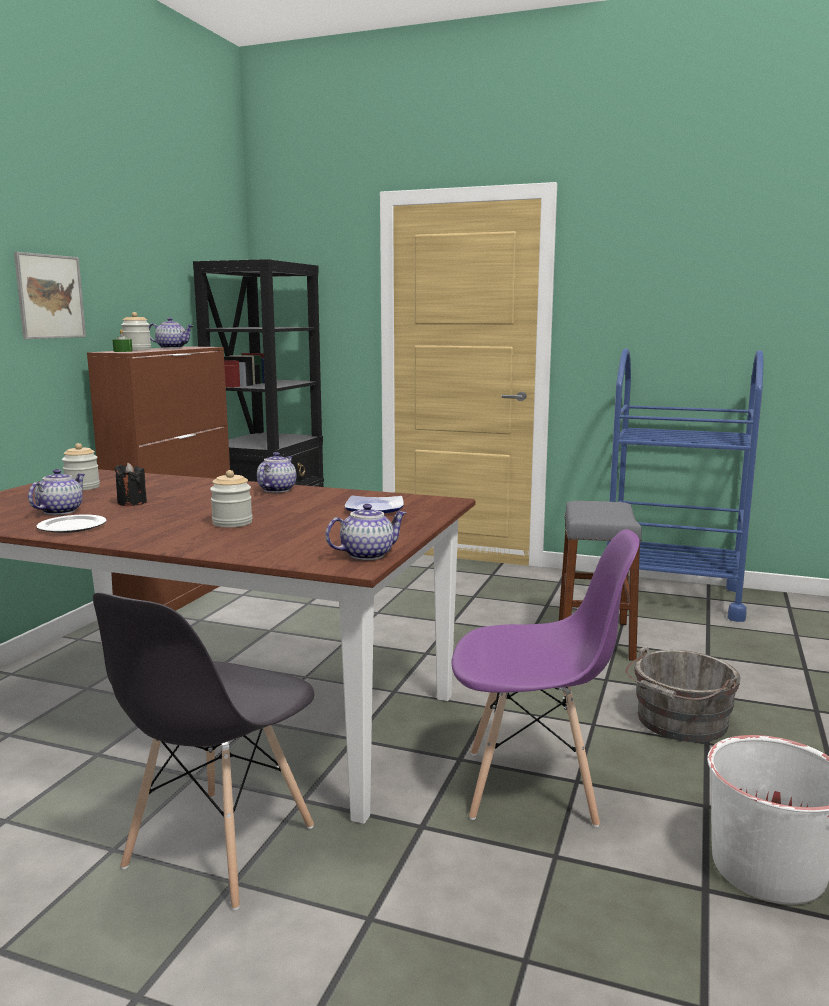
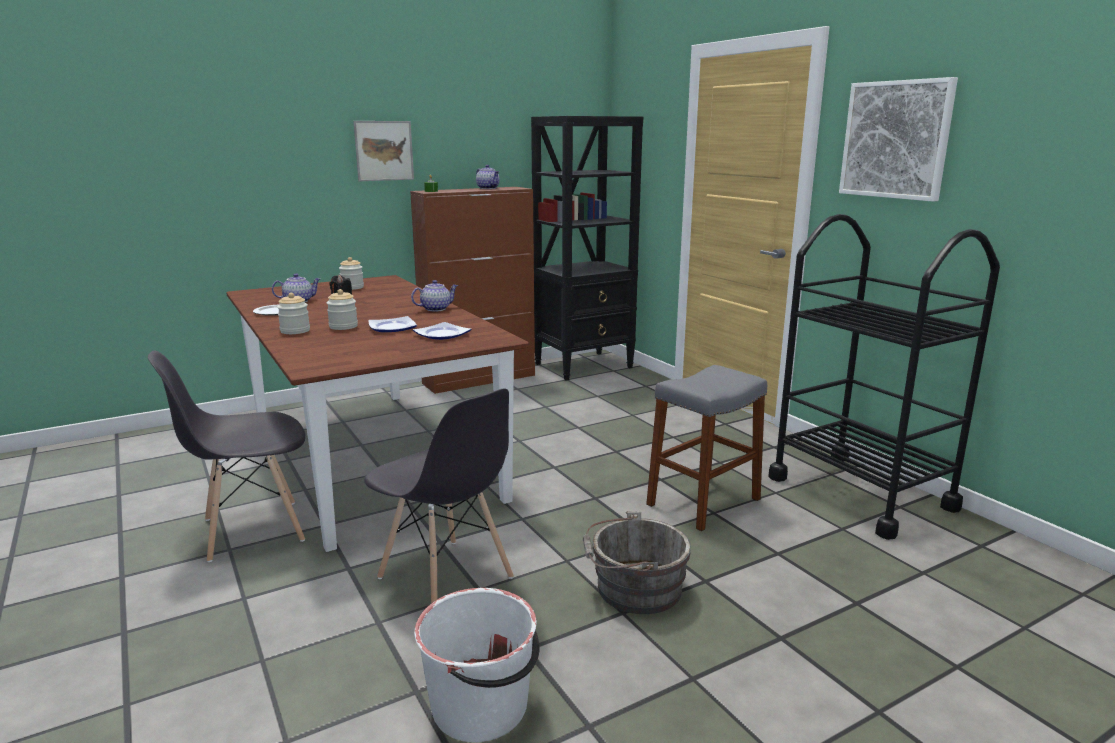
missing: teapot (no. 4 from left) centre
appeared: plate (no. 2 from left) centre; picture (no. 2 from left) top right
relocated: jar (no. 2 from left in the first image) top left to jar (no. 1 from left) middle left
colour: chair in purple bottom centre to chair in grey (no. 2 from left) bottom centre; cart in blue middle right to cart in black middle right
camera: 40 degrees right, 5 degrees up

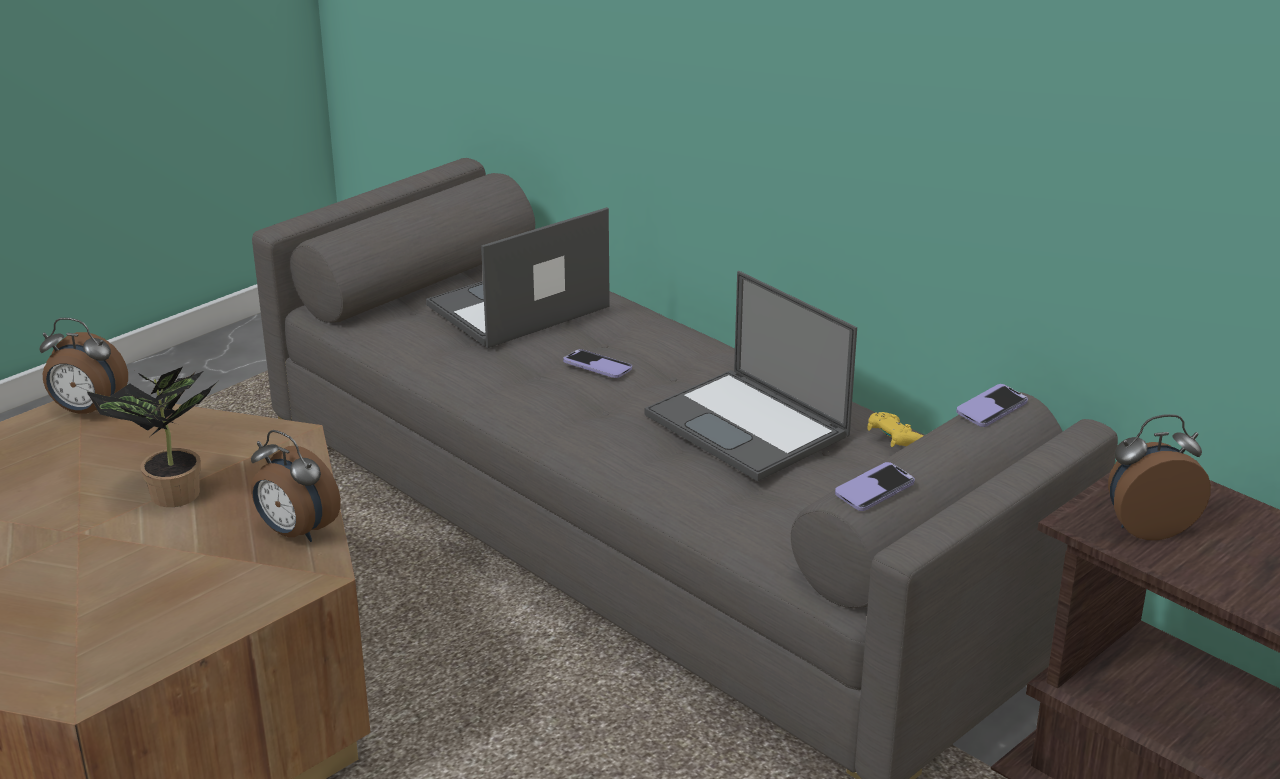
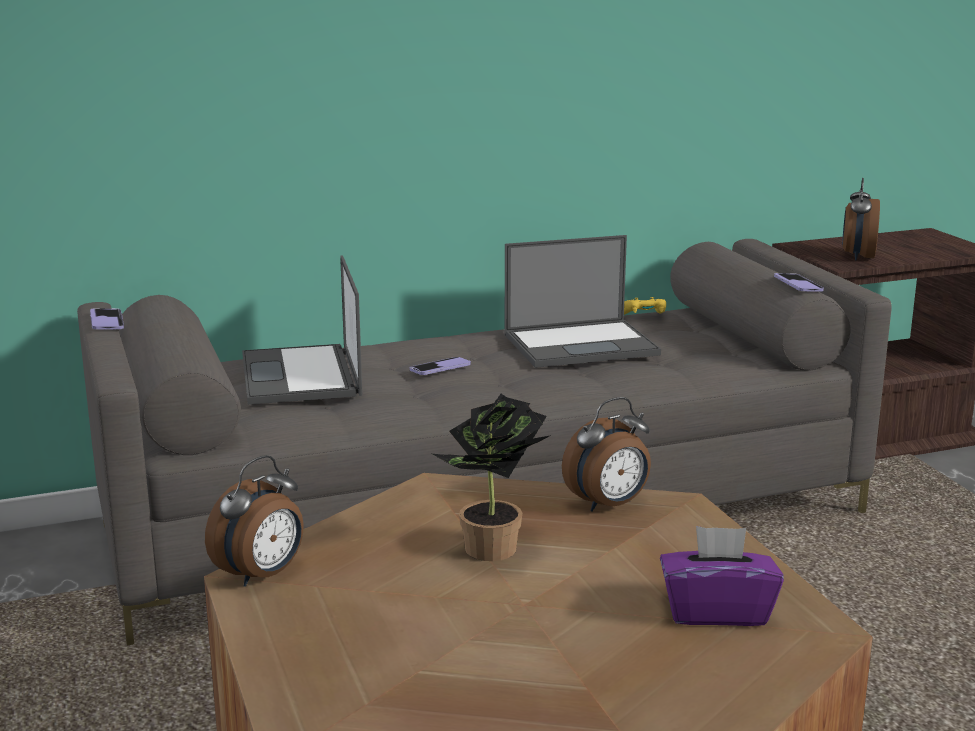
appeared: tissue box in purple bottom right
relocated: phone (no. 3 from left in the first image) middle right to phone (no. 1 from left) middle left
camera: 65 degrees left, 10 degrees down

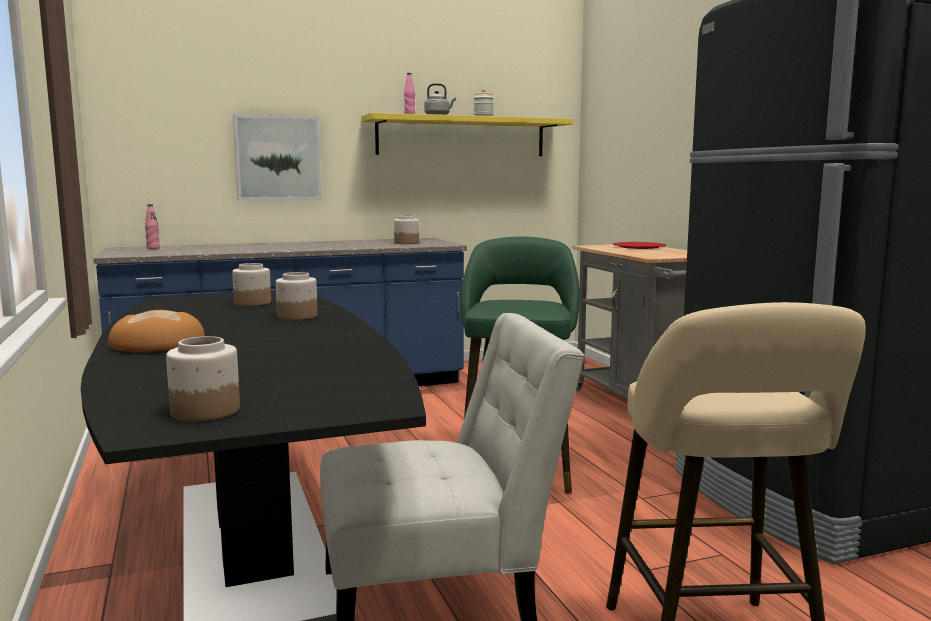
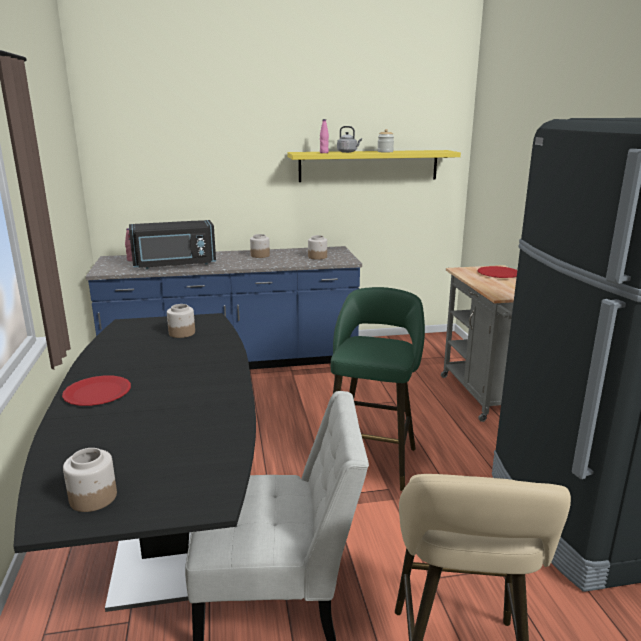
missing: picture top left
appeared: microwave in black middle left
relocated: jar (no. 3 from left) middle left to centre
exchanged: bread middle left to plate in red (no. 1 from left) middle left
camera: 10 degrees right, 10 degrees up

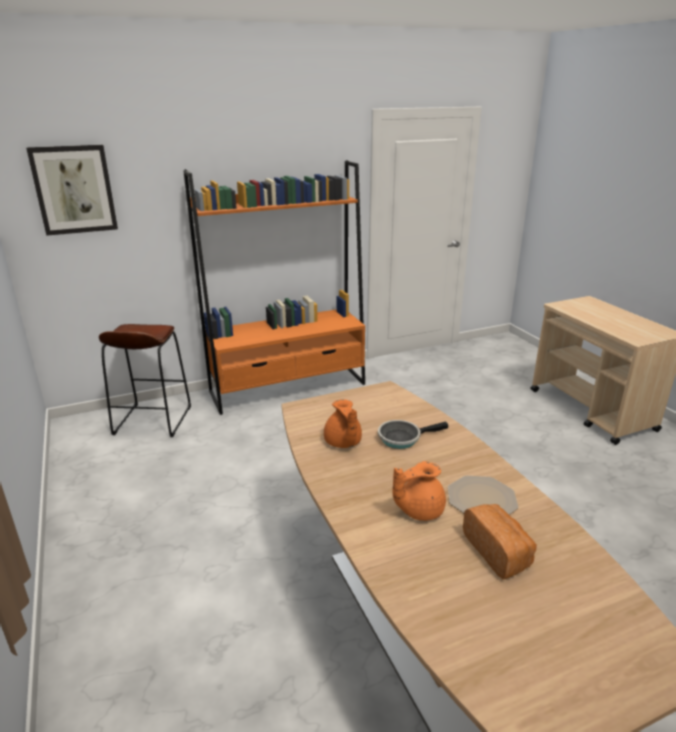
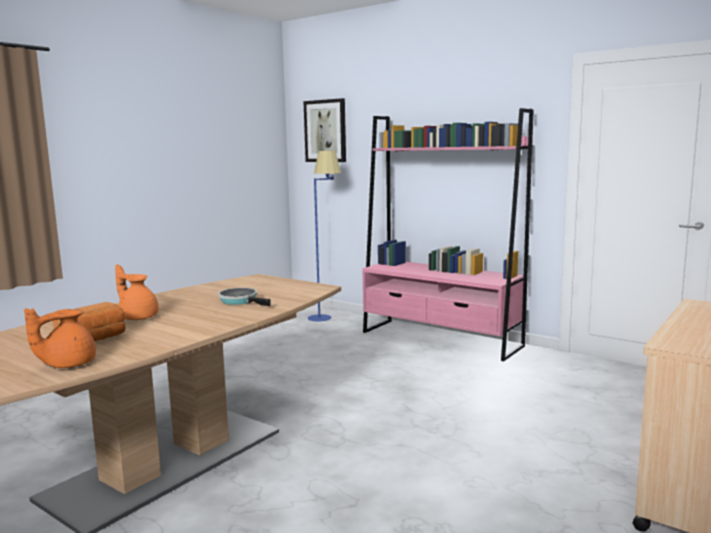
missing: plate bottom right
relocated: teapot in orange (no. 1 from left) centre to middle left
exchanged: stool in brown middle left to floor lamp in blue centre
colour: bookcase in orange centre to bookcase in pink centre
camera: 60 degrees right, 15 degrees down

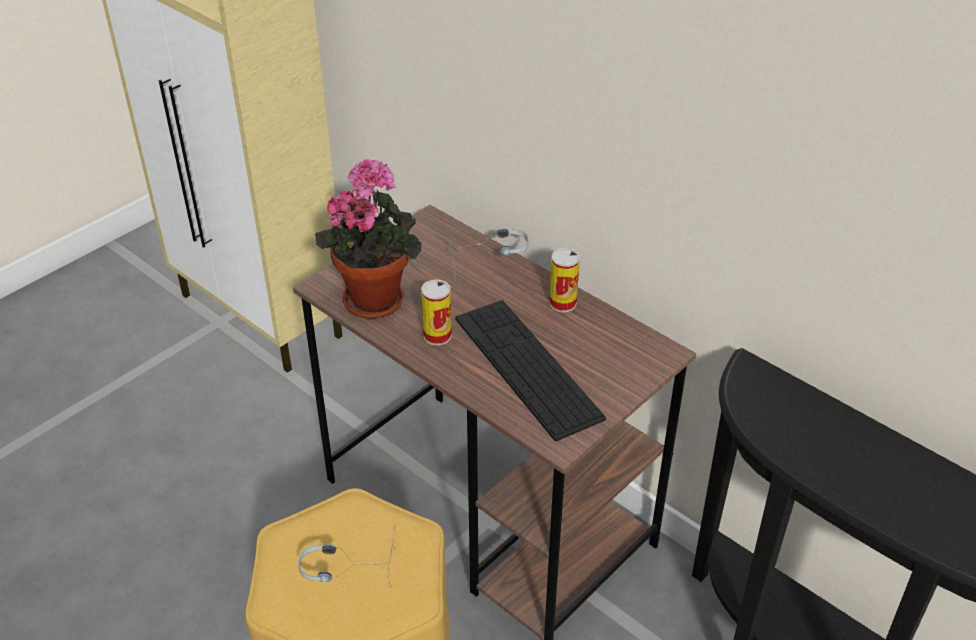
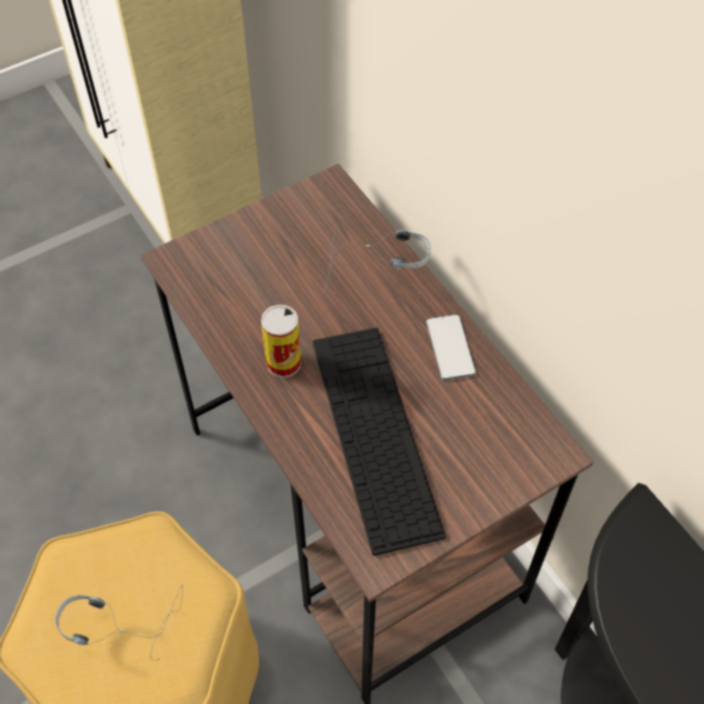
missing: potted plant centre
exchanged: can (no. 2 from left) centre to phone centre
camera: 15 degrees right, 15 degrees up

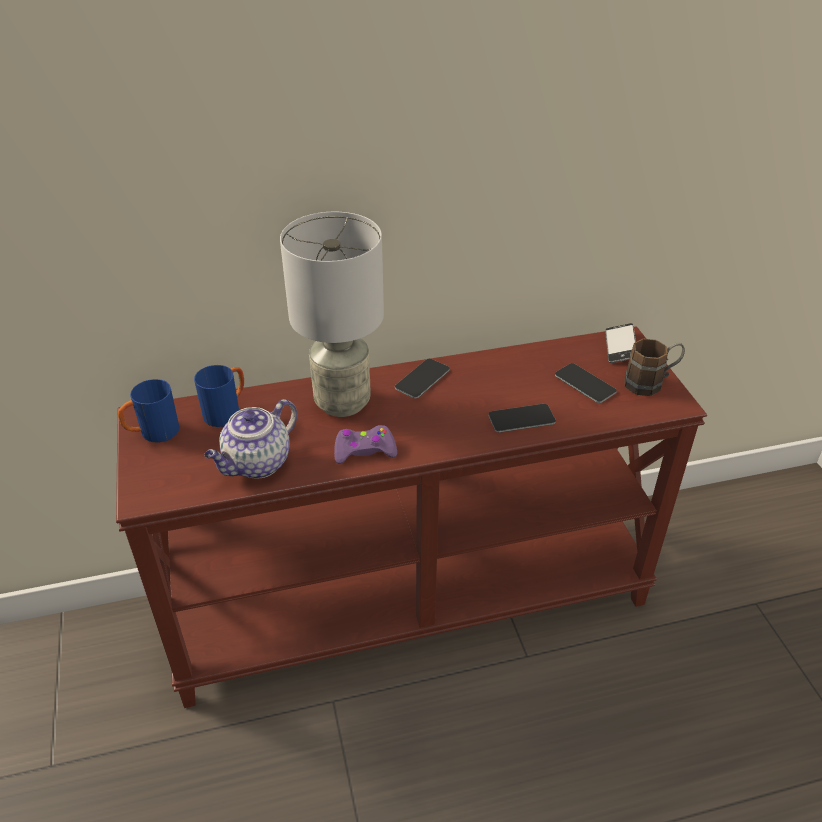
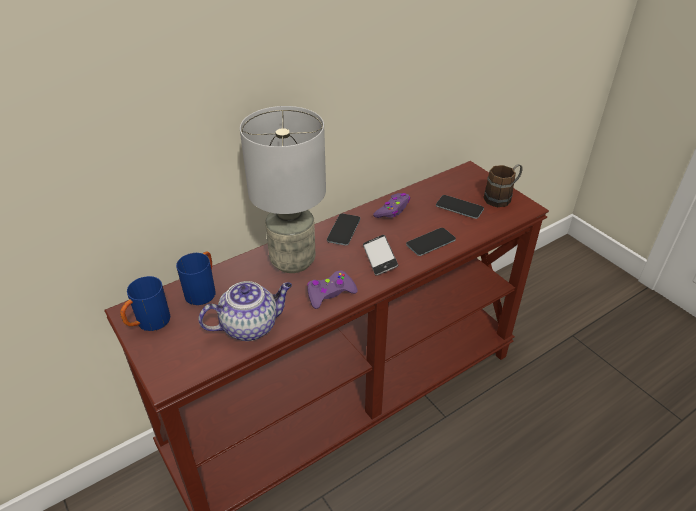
appeared: game controller in purple (no. 2 from left) centre
relocated: phone (no. 4 from left in the first image) middle right to phone (no. 2 from left) centre
spun: teapot middle left = centre 135 degrees counterclockwise
camera: 20 degrees left, 0 degrees up

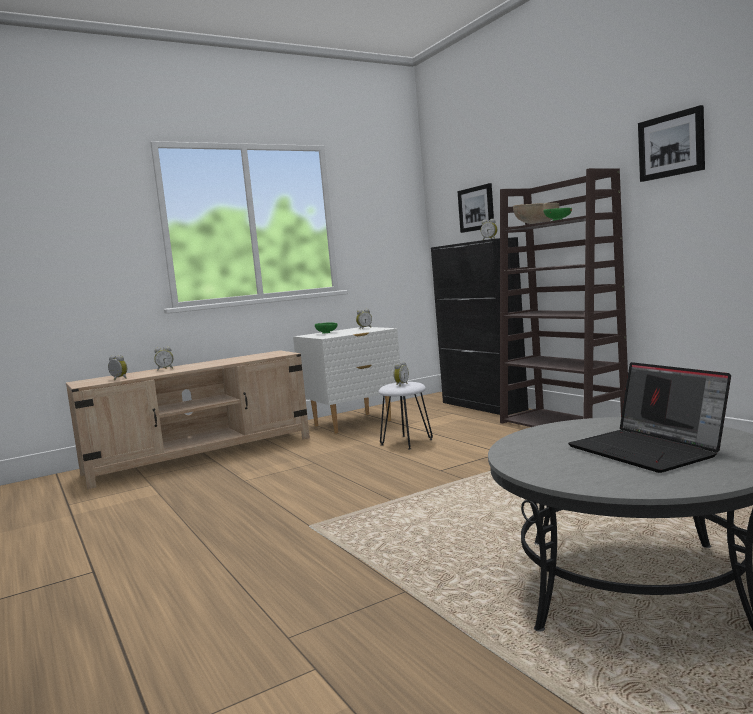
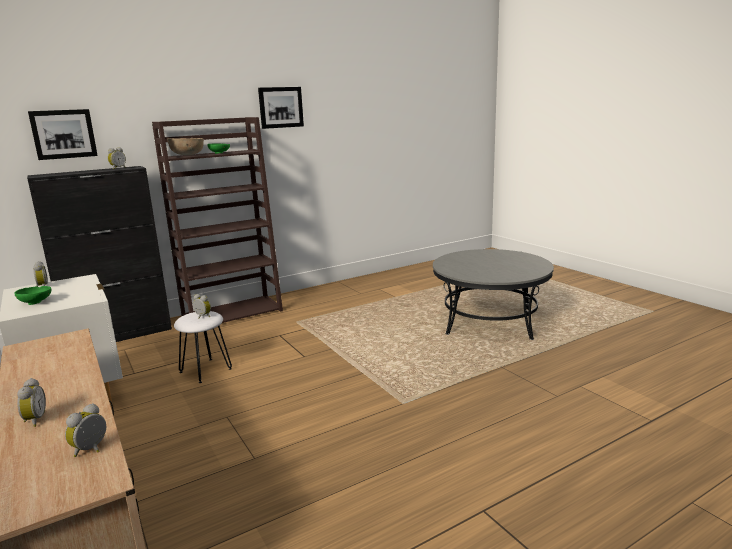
missing: laptop middle right
camera: 90 degrees left, 10 degrees up

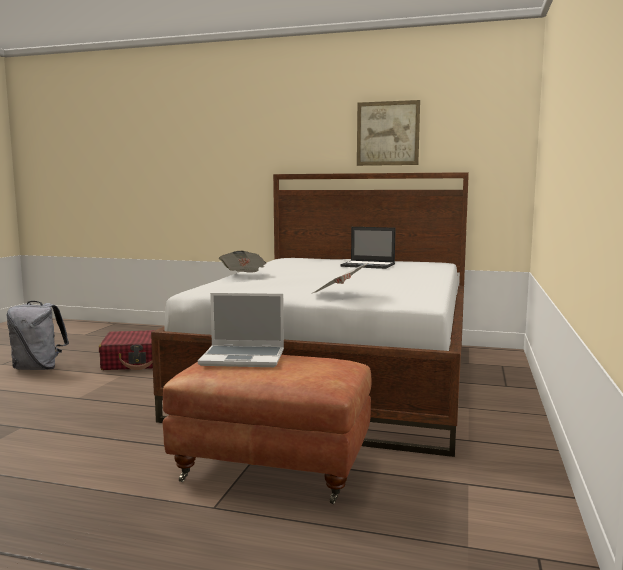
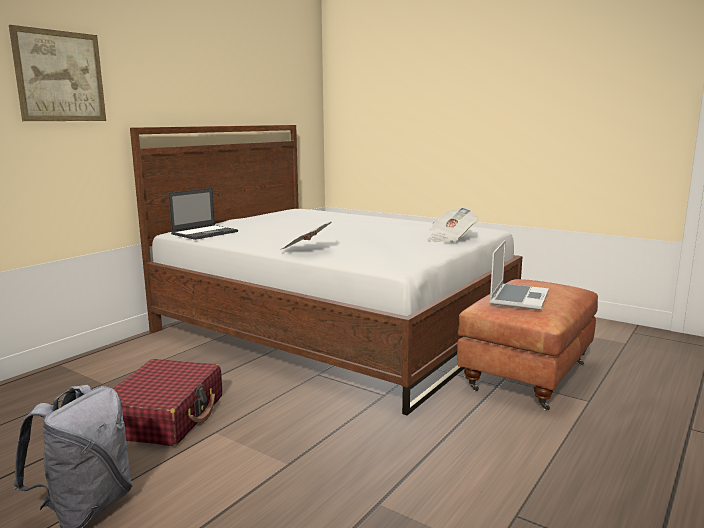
relocated: picture top centre to top left; laptop (no. 2 from left in the first image) centre to laptop (no. 1 from left) middle left
camera: 70 degrees left, 5 degrees up

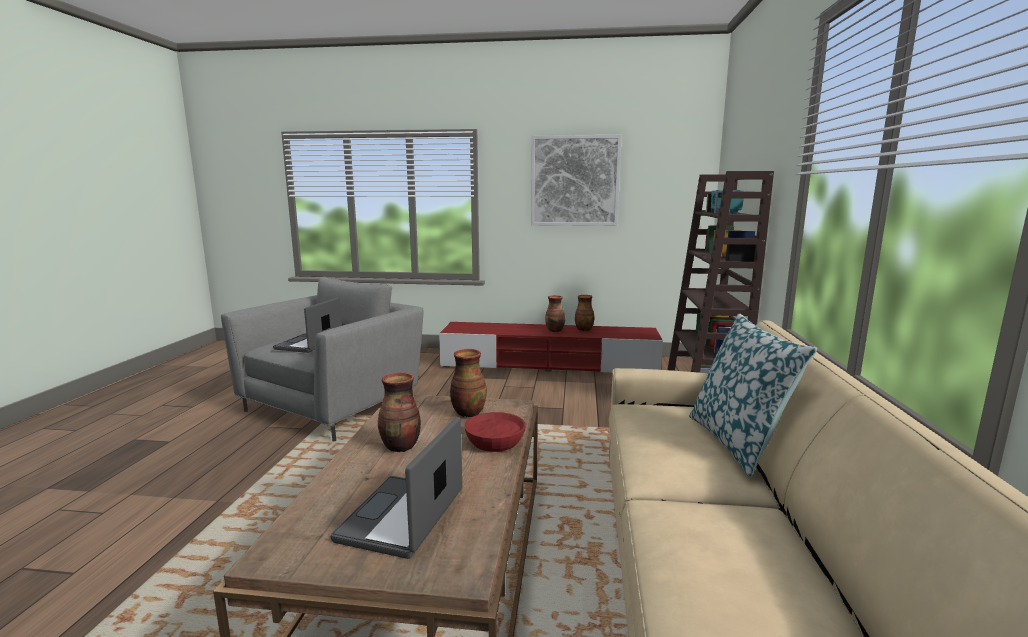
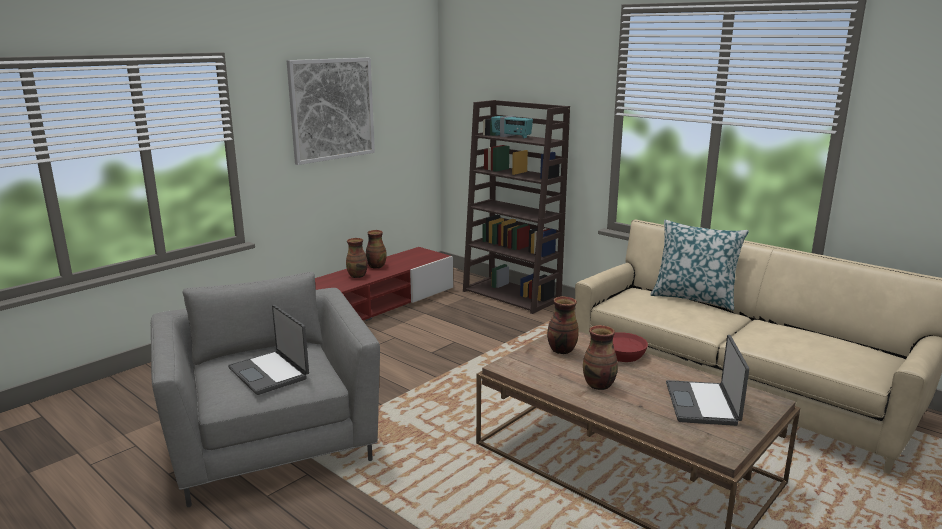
spun: laptop (no. 2 from left) bottom centre = bottom right 45 degrees clockwise
camera: 55 degrees left, 5 degrees up

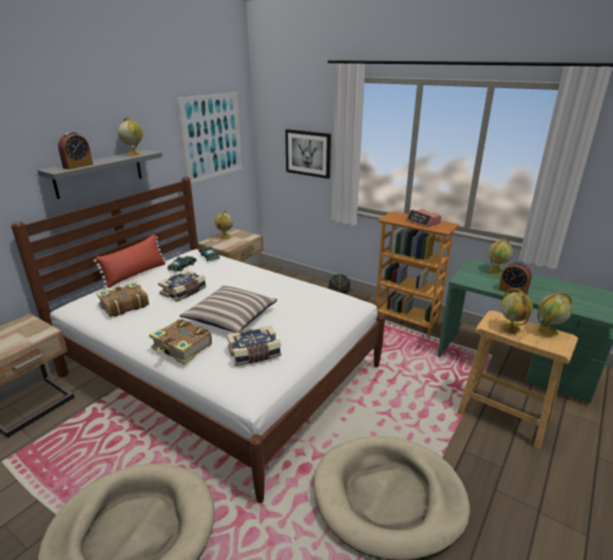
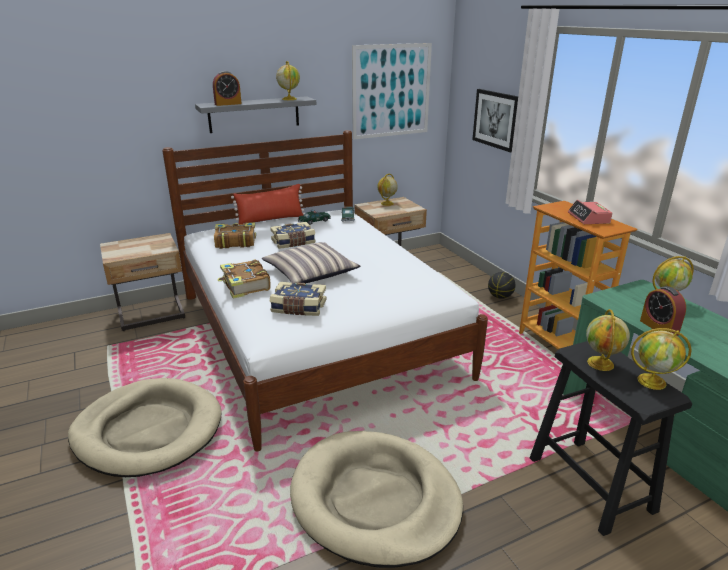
colour: stool in beige bottom right to stool in black bottom right
camera: 30 degrees right, 0 degrees up

